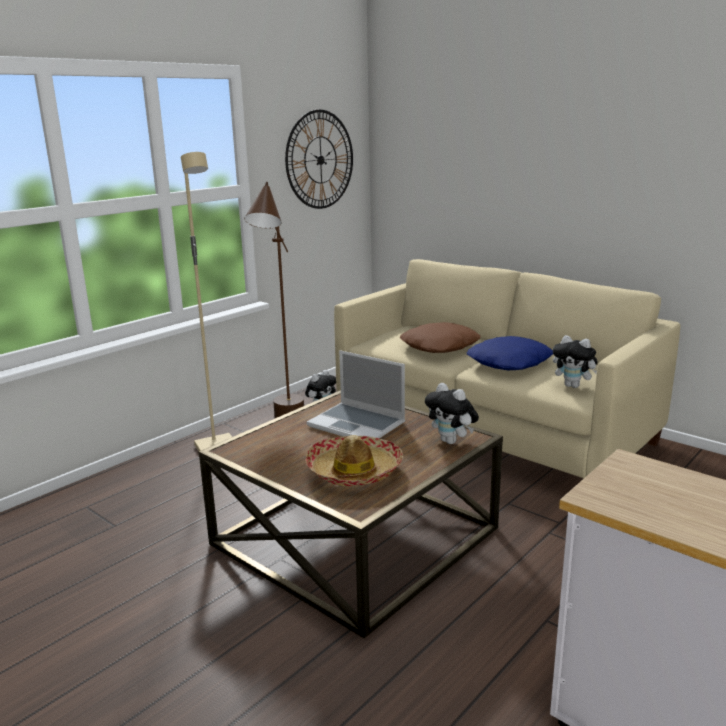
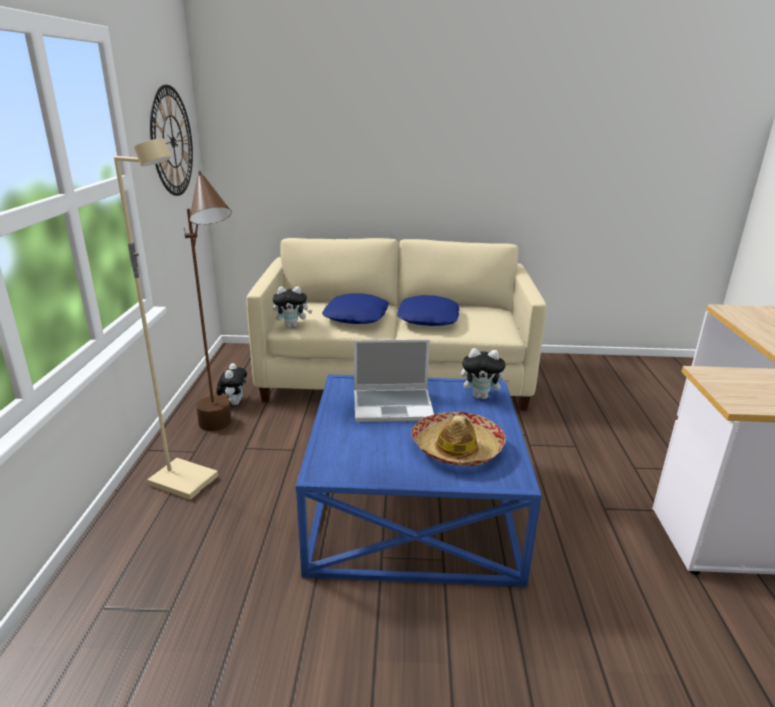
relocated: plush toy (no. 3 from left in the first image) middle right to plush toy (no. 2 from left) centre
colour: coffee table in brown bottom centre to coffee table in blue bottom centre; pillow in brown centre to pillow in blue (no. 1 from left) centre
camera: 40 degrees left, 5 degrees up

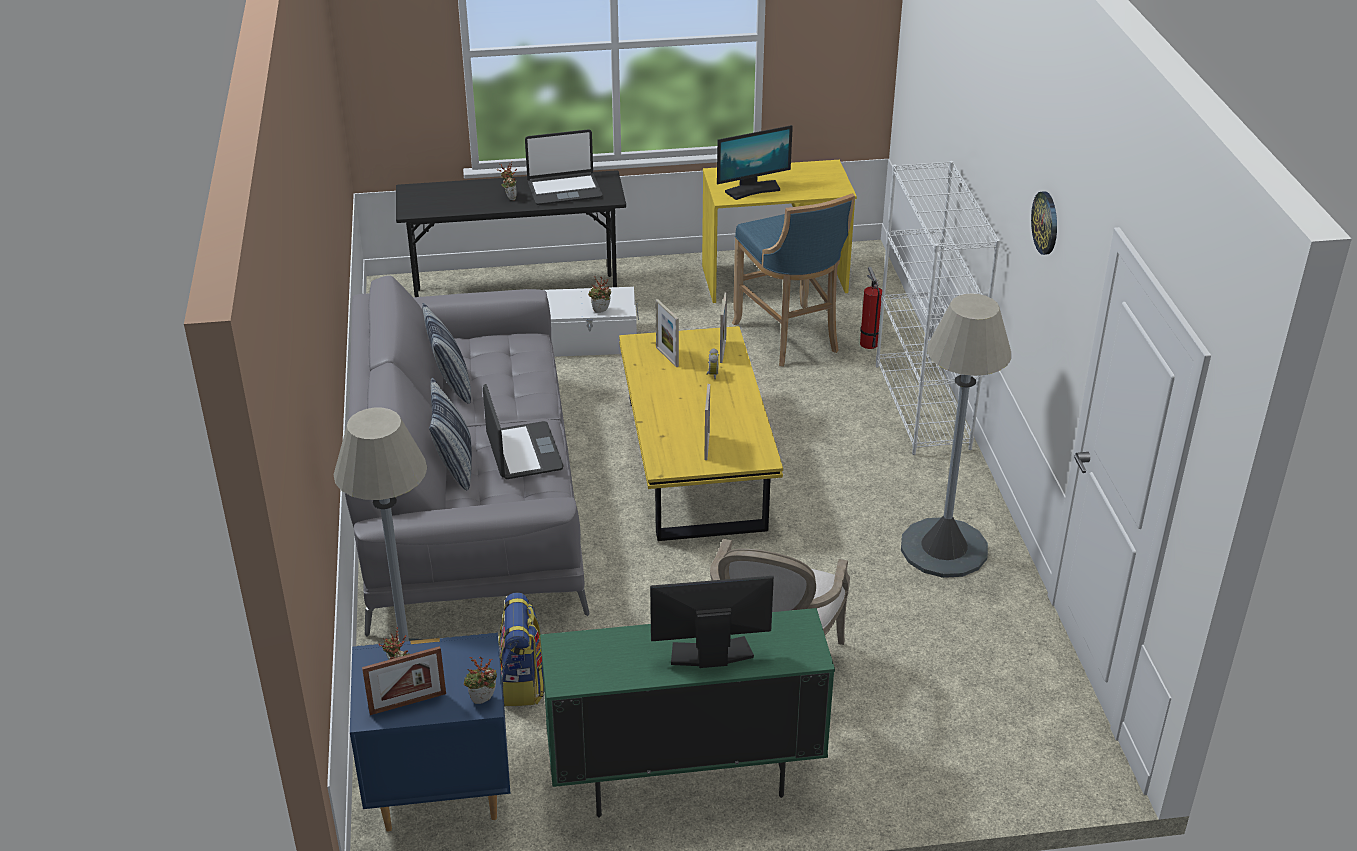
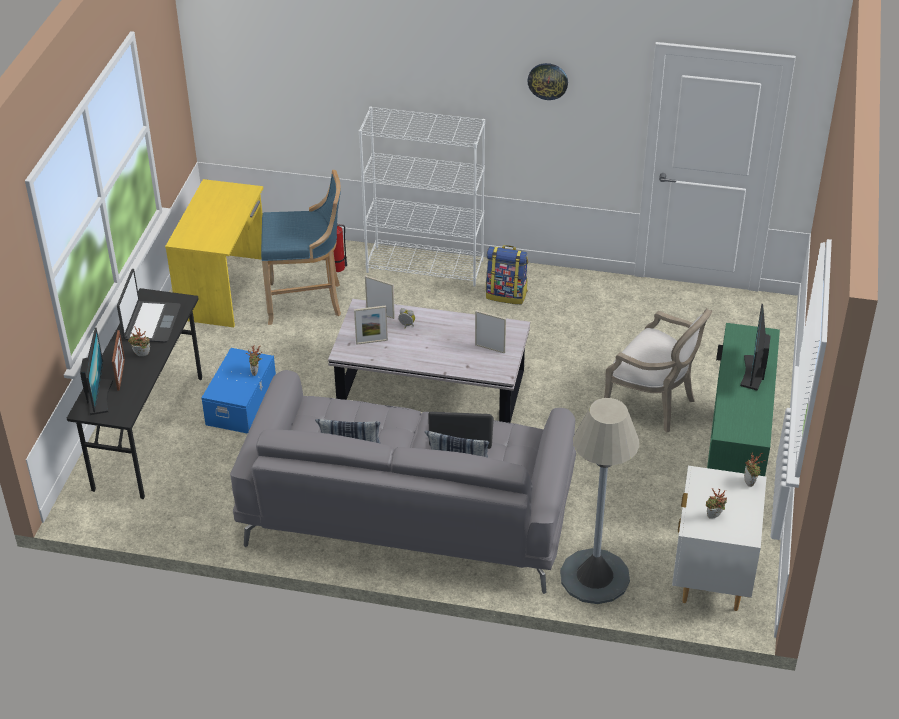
missing: floor lamp in grey (no. 2 from left) middle right
relocated: monitor (no. 2 from left in the first image) top centre to monitor (no. 1 from left) middle left; picture frame (no. 1 from left) bottom left to middle left; backpack bottom centre to centre
colour: storage box in white centre to storage box in blue middle left; coffee table in yellow centre to coffee table in white centre; nightstand in blue bottom left to nightstand in white bottom right
camera: 70 degrees left, 5 degrees up

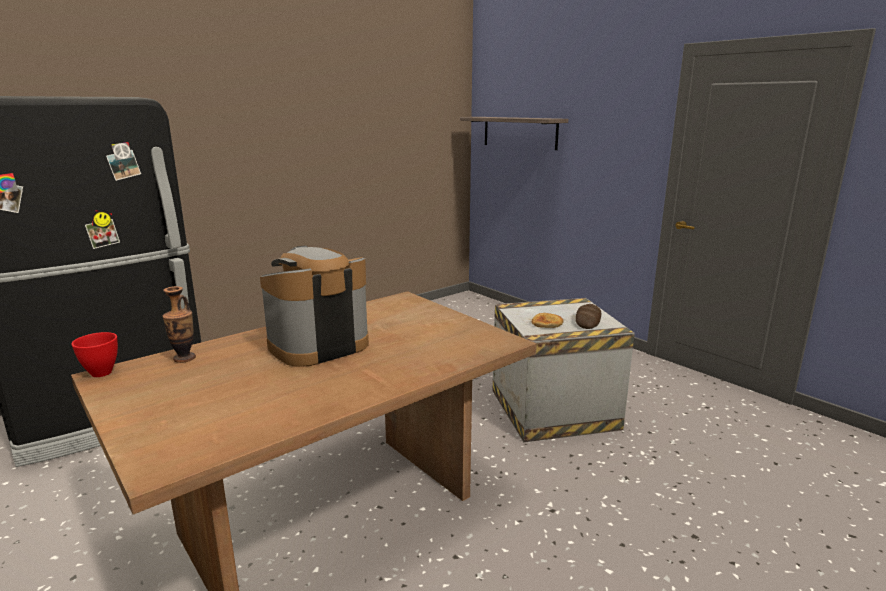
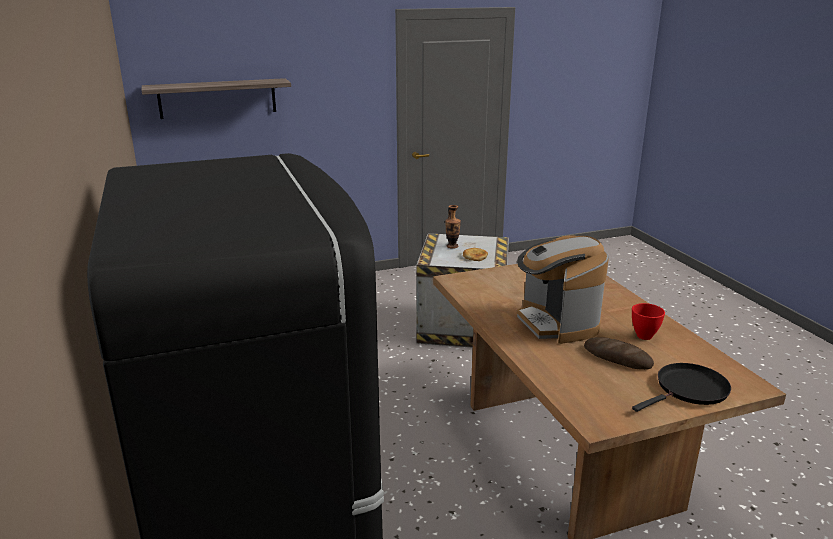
appeared: frying pan in black bottom right
relocated: vase middle left to centre; bread (no. 2 from left) centre to middle right; bowl in red middle left to middle right
camera: 70 degrees left, 5 degrees up

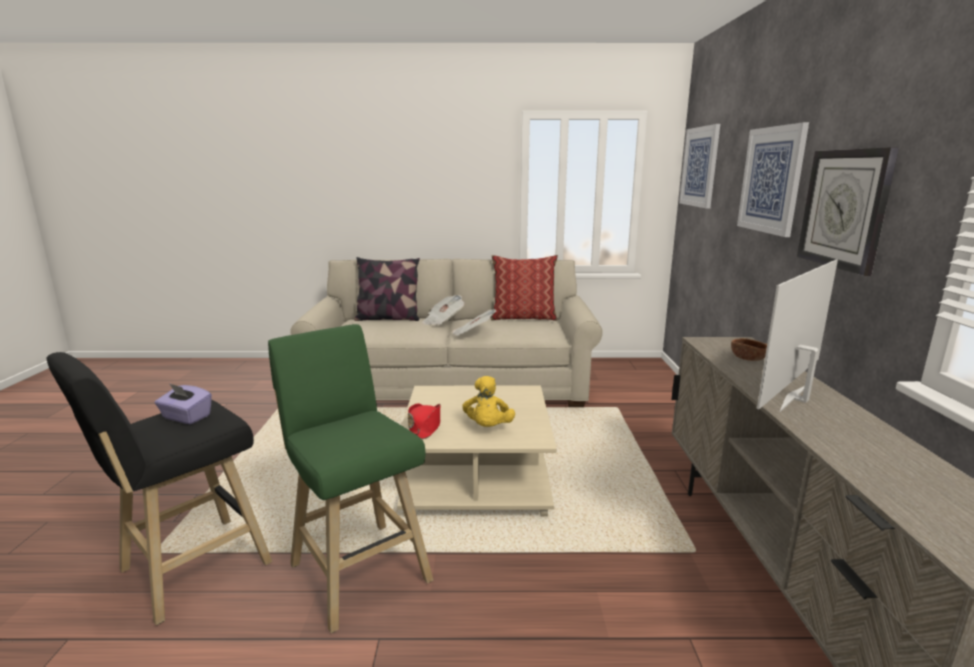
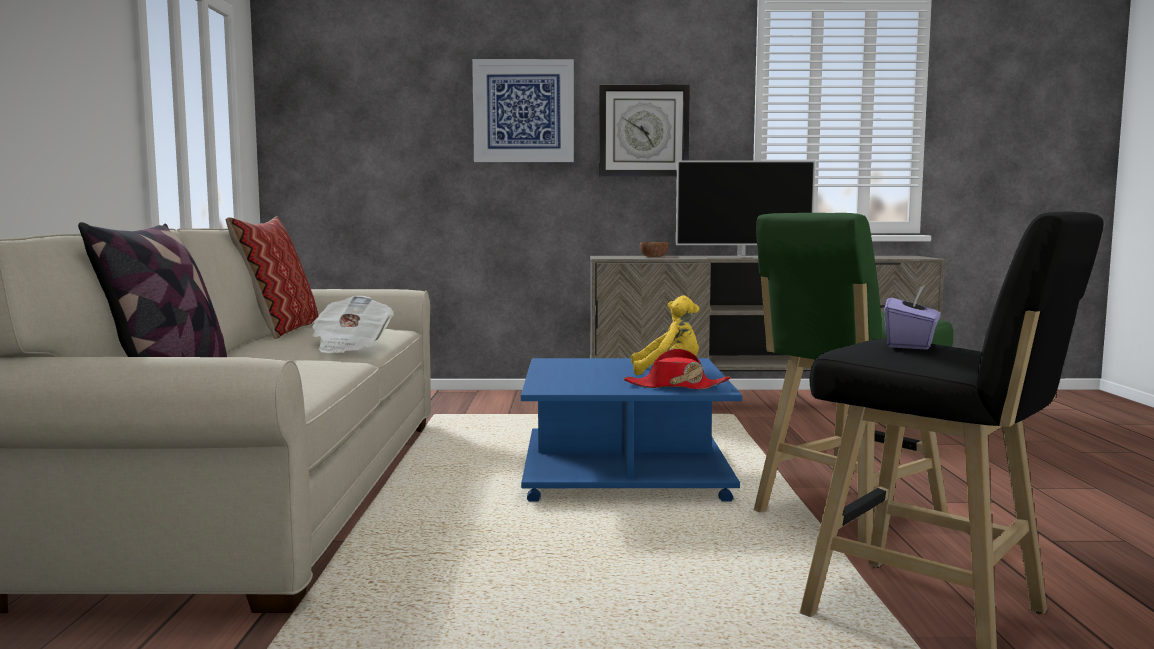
missing: newspaper (no. 1 from left) centre; picture (no. 1 from left) top right
colour: coffee table in beige bottom centre to coffee table in blue centre
spun: television middle right = top centre 45 degrees counterclockwise
camera: 90 degrees left, 10 degrees down

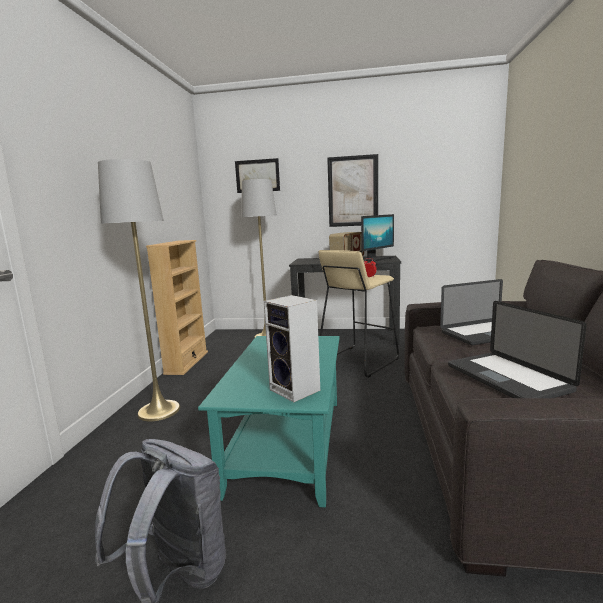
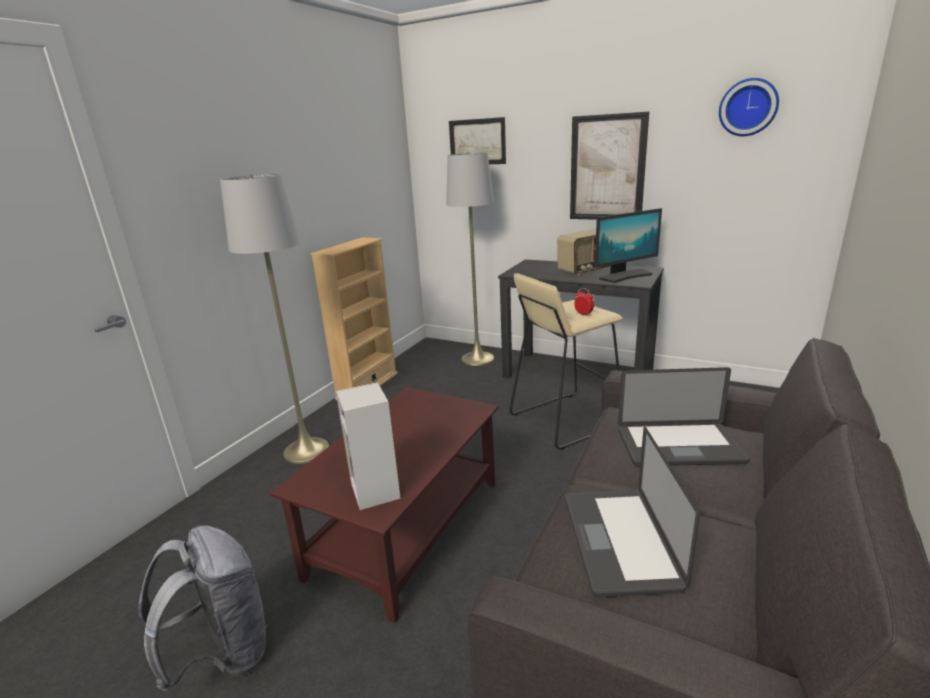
appeared: wall clock top right
colour: coffee table in turquoise bottom centre to coffee table in brown bottom centre
camera: 20 degrees right, 10 degrees up

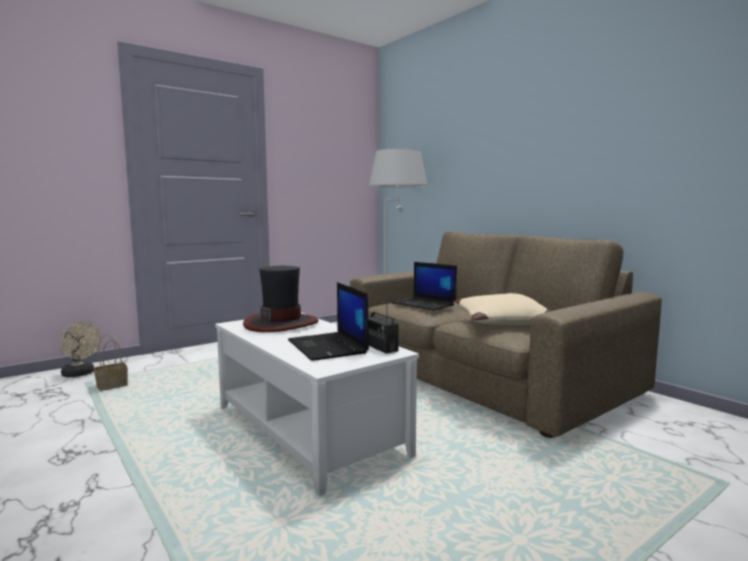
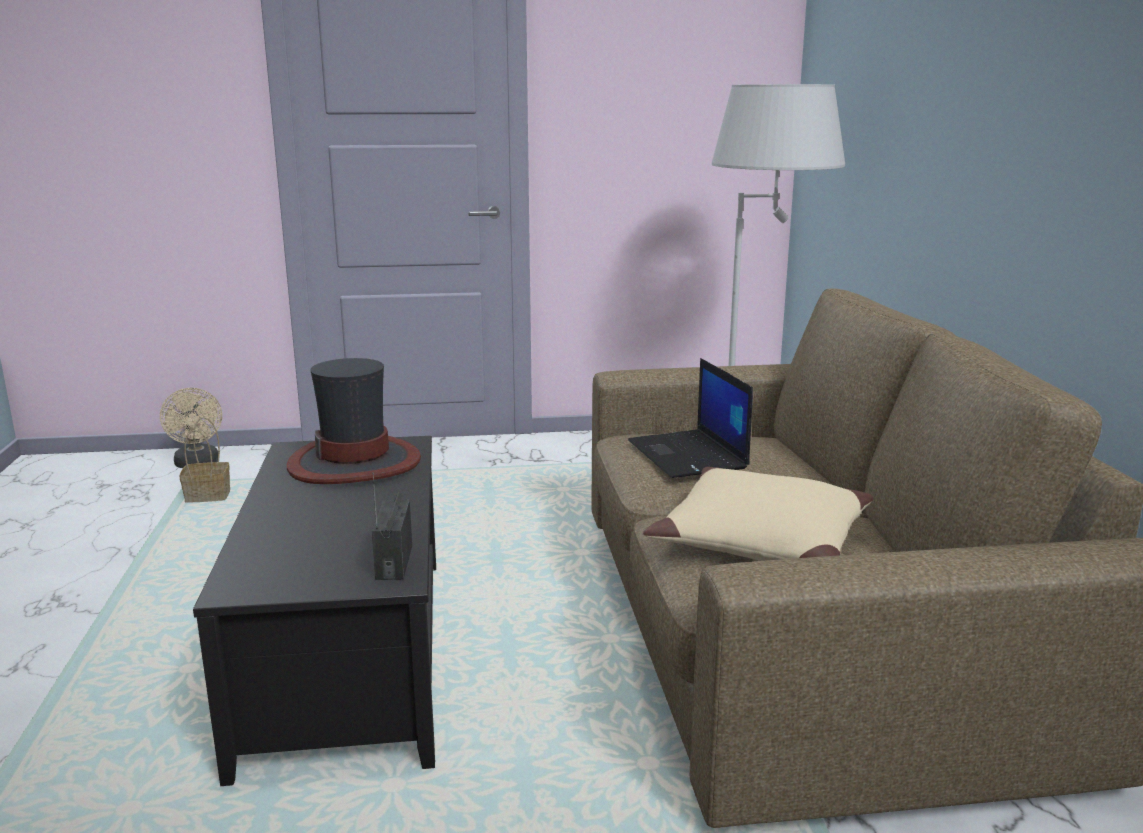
missing: laptop (no. 1 from left) centre
colour: coffee table in white bottom centre to coffee table in black bottom left
camera: 30 degrees right, 10 degrees up

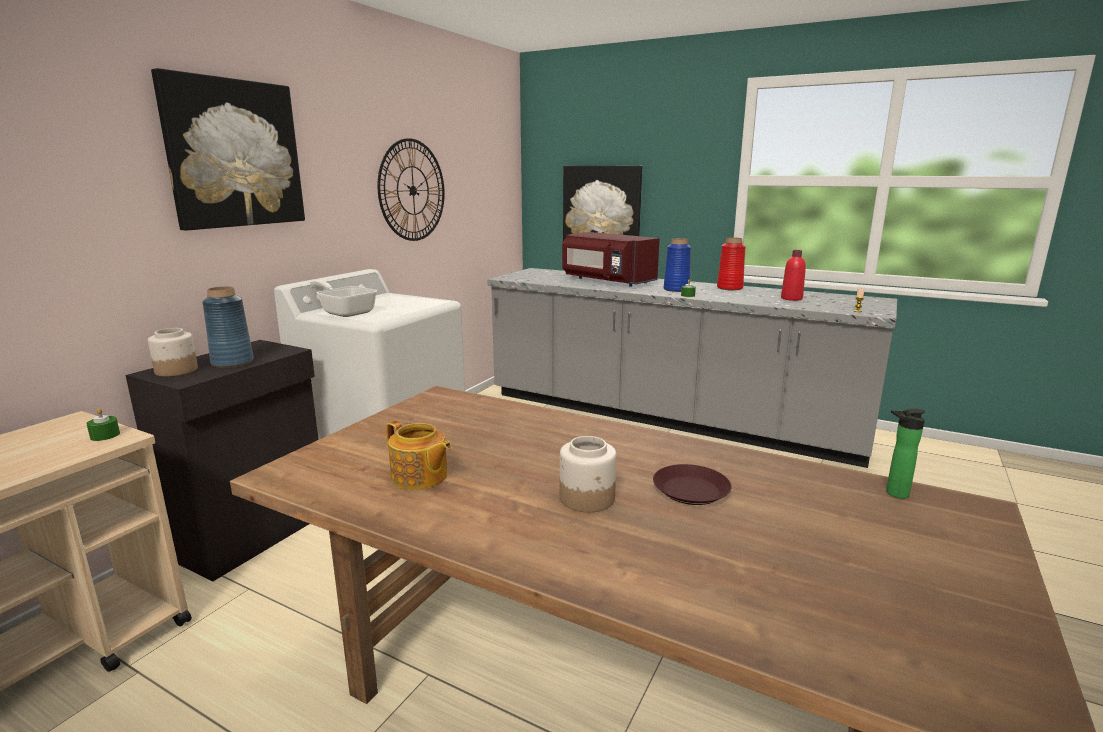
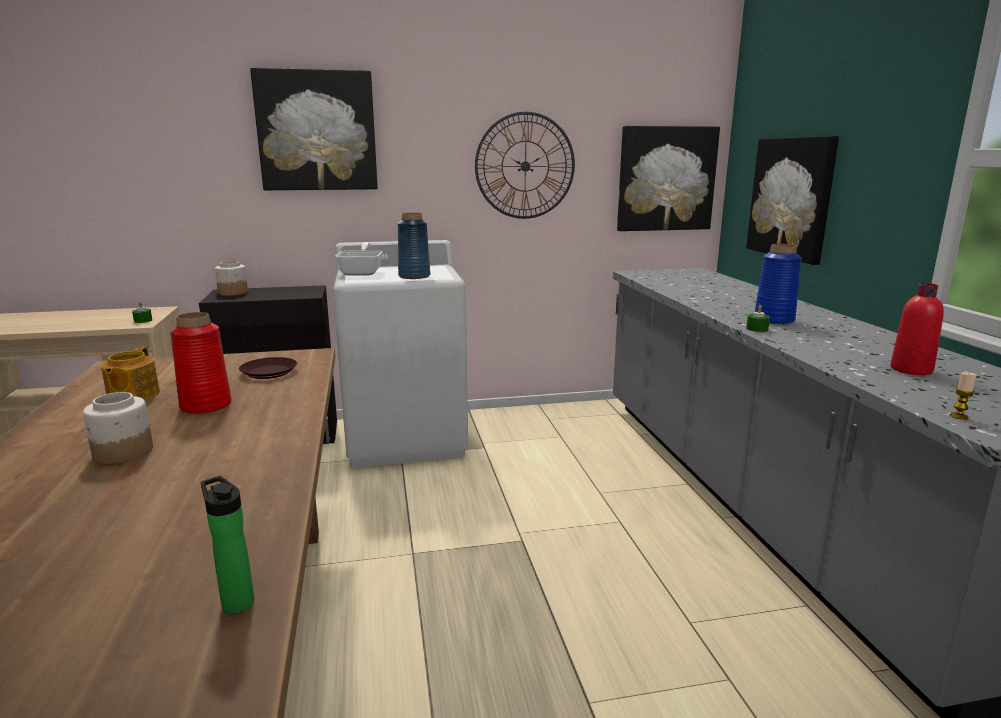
missing: microwave in red centre
appeared: picture (no. 2 from left) top right
relocated: vase in red centre to middle left; plate in brown centre to middle left; vase in blue (no. 1 from left) middle left to centre
camera: 50 degrees right, 0 degrees up

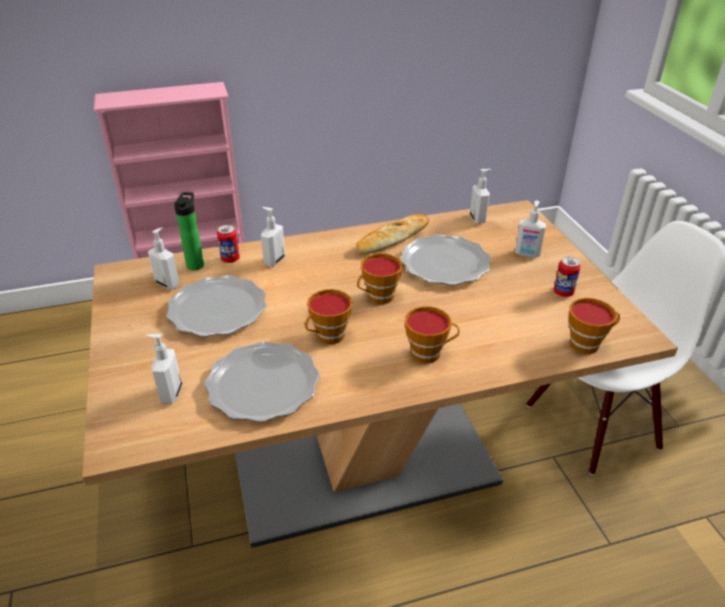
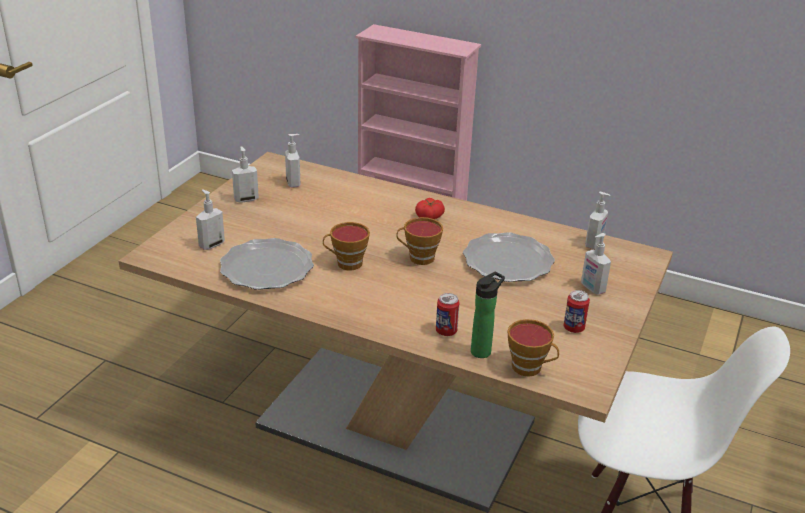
missing: plate (no. 1 from left) middle left; bread centre; cup (no. 3 from left) centre
appeared: tomato centre
relocated: soap dispenser (no. 3 from left in the first image) centre to soap dispenser (no. 2 from left) middle left; can (no. 1 from left) middle left to centre; bottle middle left to centre
camera: 40 degrees right, 5 degrees down

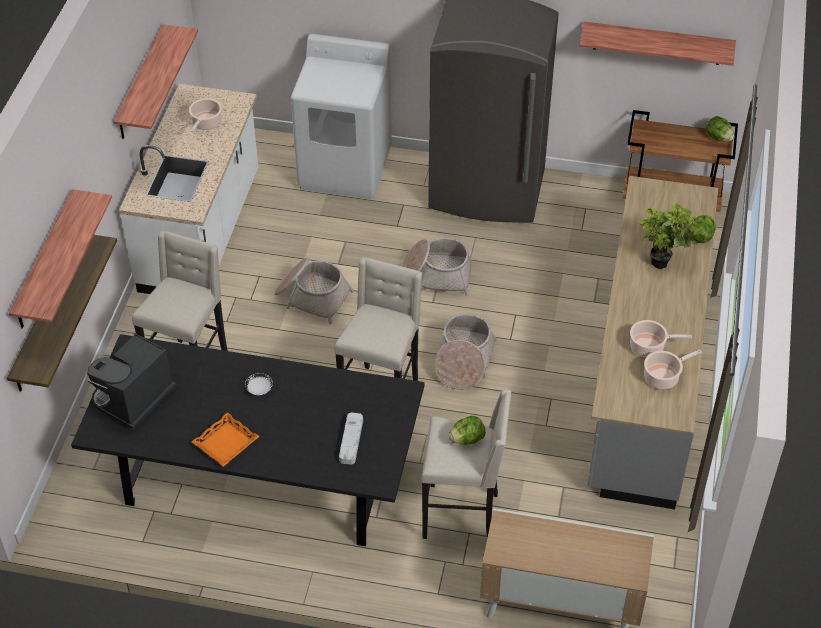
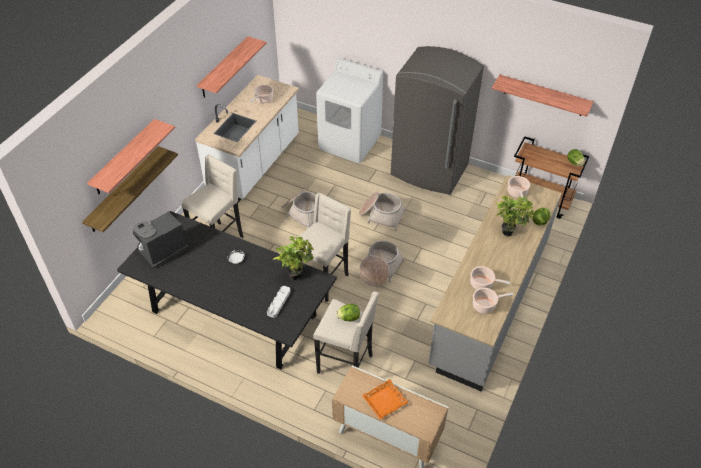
appeared: potted plant (no. 1 from left) centre; cooking pot (no. 4 from left) middle right
relocated: tray in orange bottom left to bottom centre
camera: 15 degrees right, 0 degrees up

